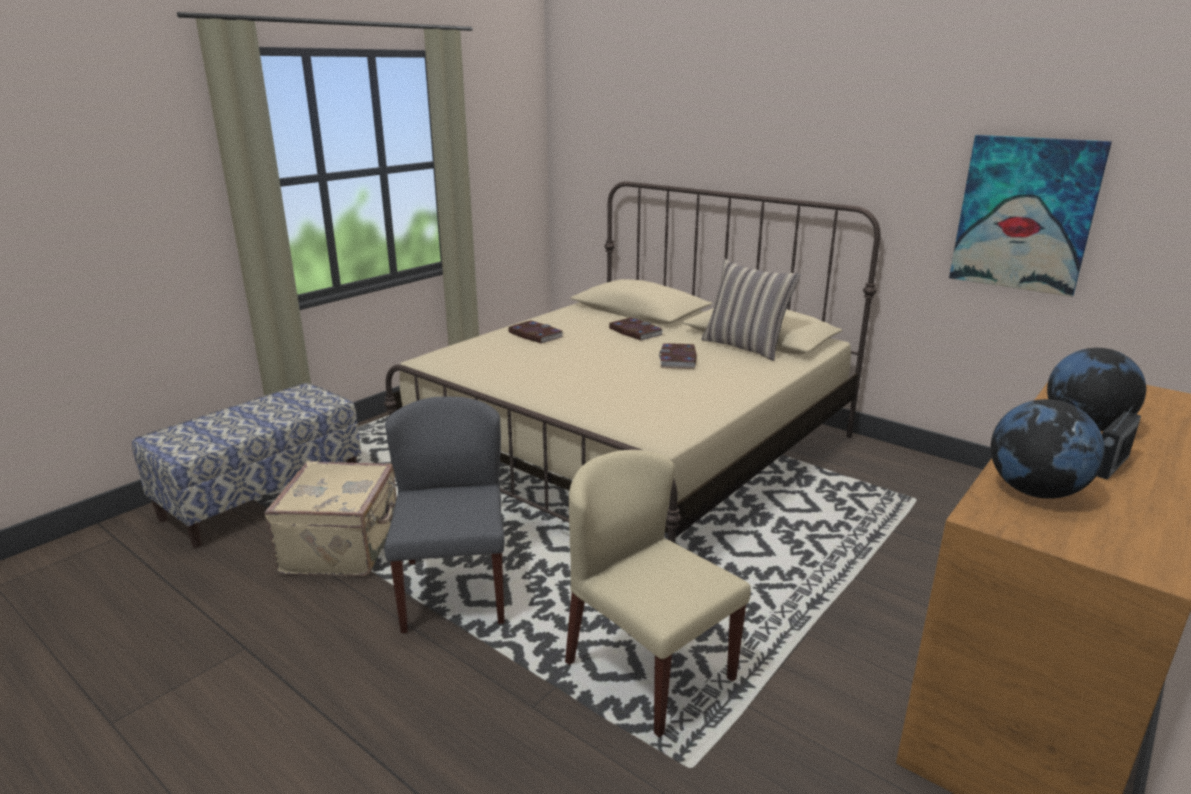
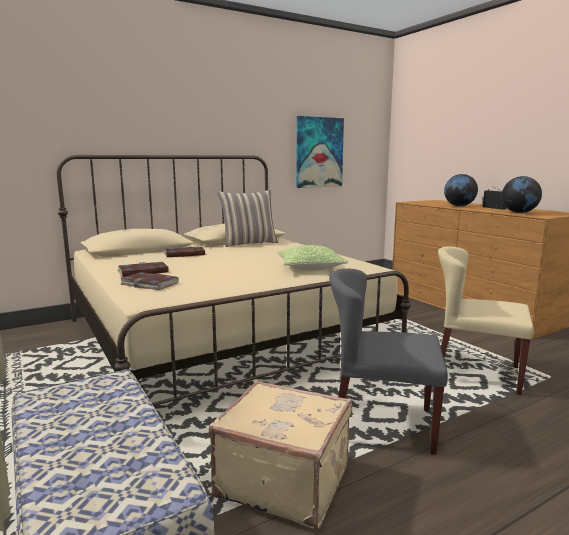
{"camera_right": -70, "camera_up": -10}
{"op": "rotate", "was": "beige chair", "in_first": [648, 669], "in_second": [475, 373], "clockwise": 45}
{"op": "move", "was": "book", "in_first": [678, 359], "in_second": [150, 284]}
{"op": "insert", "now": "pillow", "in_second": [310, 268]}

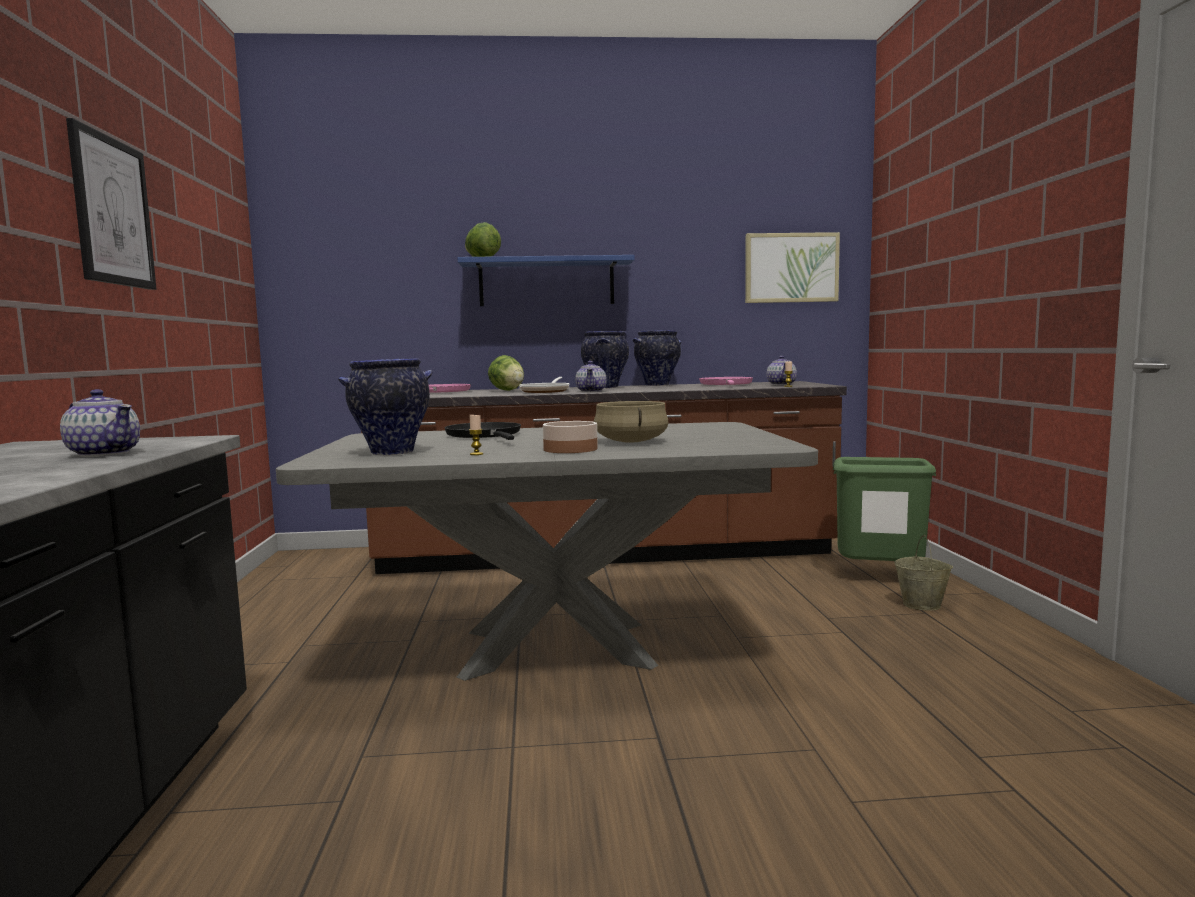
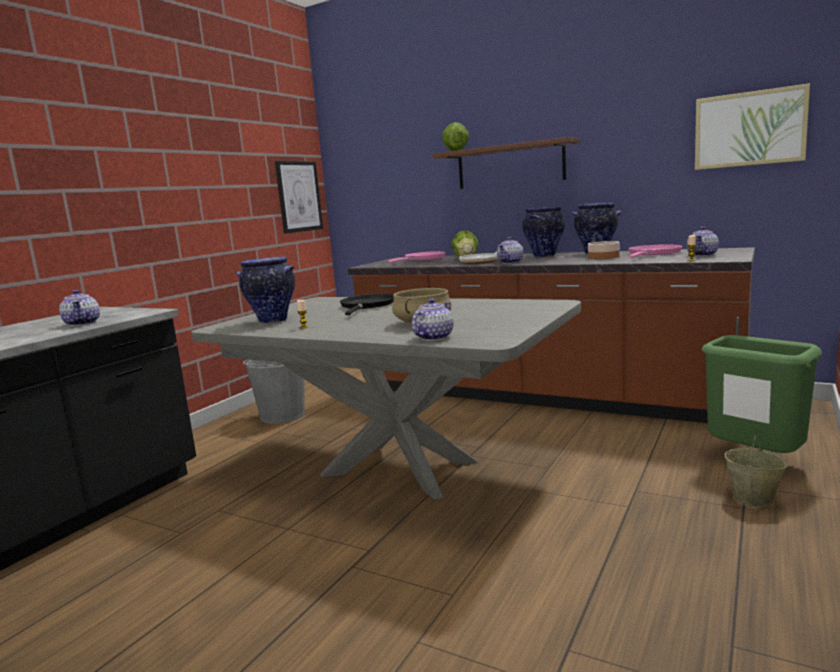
{"camera_right": 35, "camera_up": 5}
{"op": "move", "was": "picture", "in_first": [112, 211], "in_second": [299, 196]}
{"op": "recolor", "was": "blue shelf", "now": "brown shelf", "in_first": [546, 283], "in_second": [510, 165]}
{"op": "move", "was": "bowl", "in_first": [570, 449], "in_second": [603, 257]}
{"op": "insert", "now": "grey bucket", "in_second": [282, 415]}
{"op": "insert", "now": "teapot", "in_second": [433, 337]}

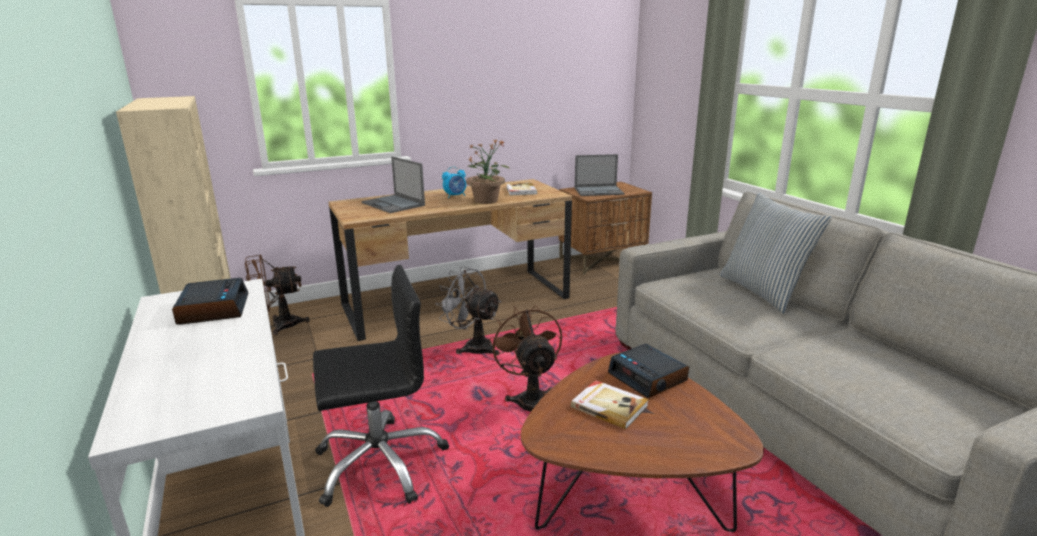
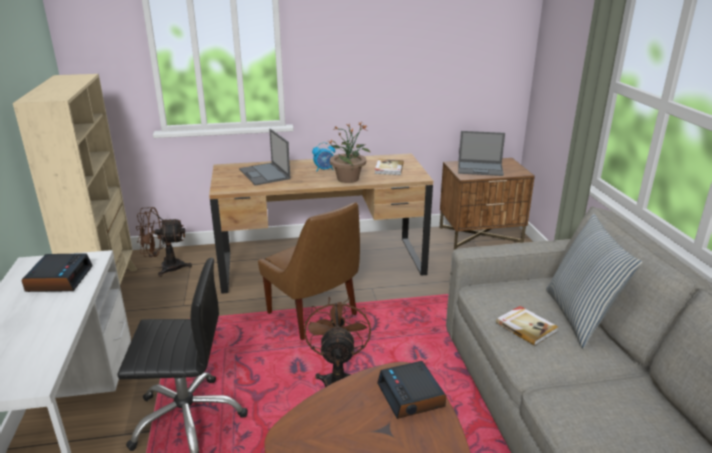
{"camera_right": 15, "camera_up": 5}
{"op": "replace", "was": "grey fan", "now": "brown chair", "in_first": [473, 347], "in_second": [314, 315]}
{"op": "move", "was": "book", "in_first": [609, 406], "in_second": [526, 327]}

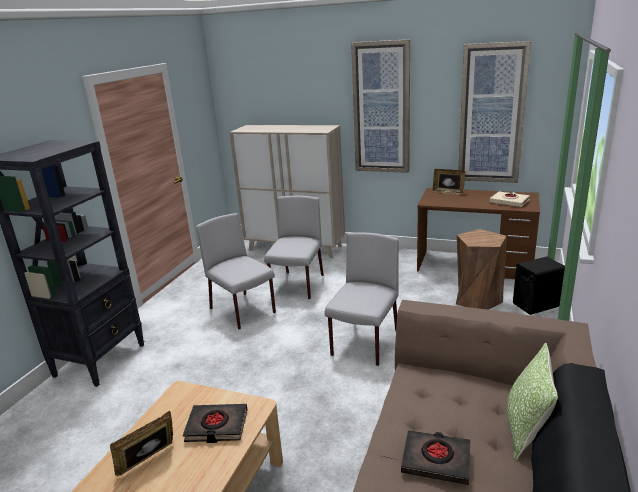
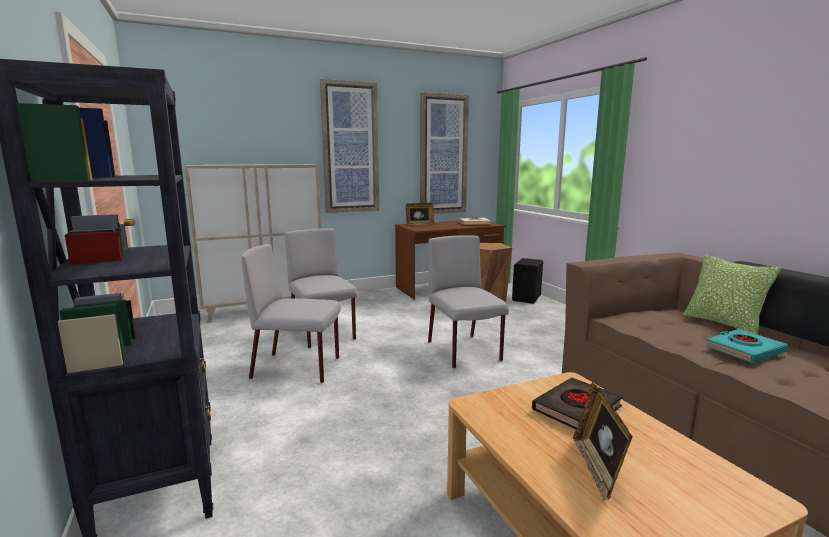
{"camera_right": -45, "camera_up": -10}
{"op": "recolor", "was": "black book", "now": "turquoise book", "in_first": [436, 460], "in_second": [744, 350]}

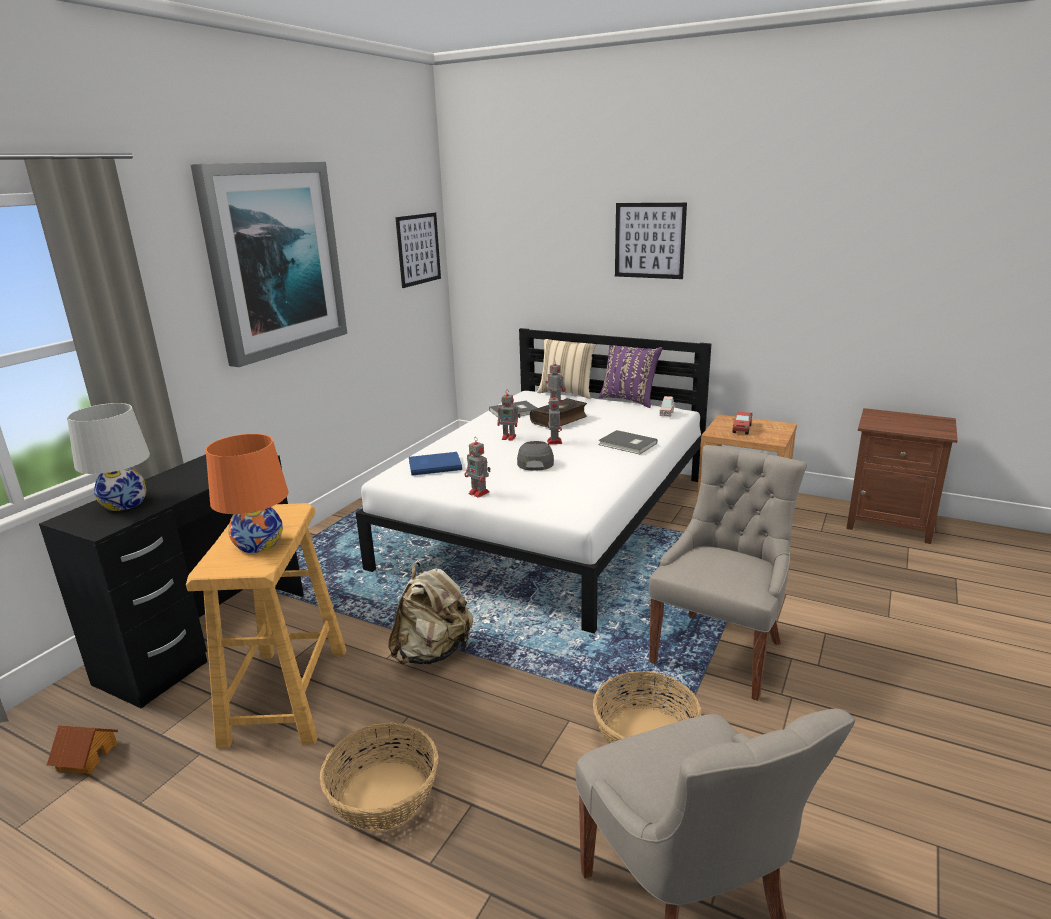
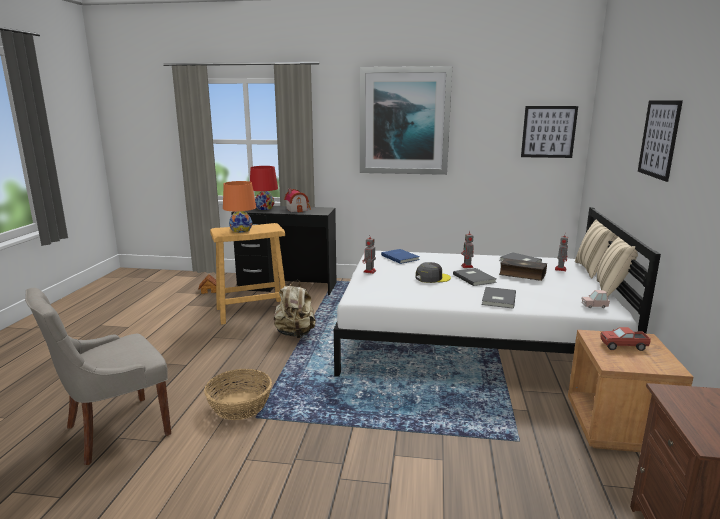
{"camera_right": 70, "camera_up": -5}
{"op": "recolor", "was": "white table lamp", "now": "red table lamp", "in_first": [125, 503], "in_second": [265, 208]}
{"op": "delete", "was": "basket", "in_first": [383, 795]}
{"op": "replace", "was": "toy robot", "now": "grey book", "in_first": [554, 441], "in_second": [474, 278]}
{"op": "recolor", "was": "purple pillow", "now": "beige pillow", "in_first": [629, 400], "in_second": [612, 291]}
{"op": "delete", "was": "grey chair", "in_first": [719, 651]}
{"op": "insert", "now": "toy house", "in_second": [298, 209]}

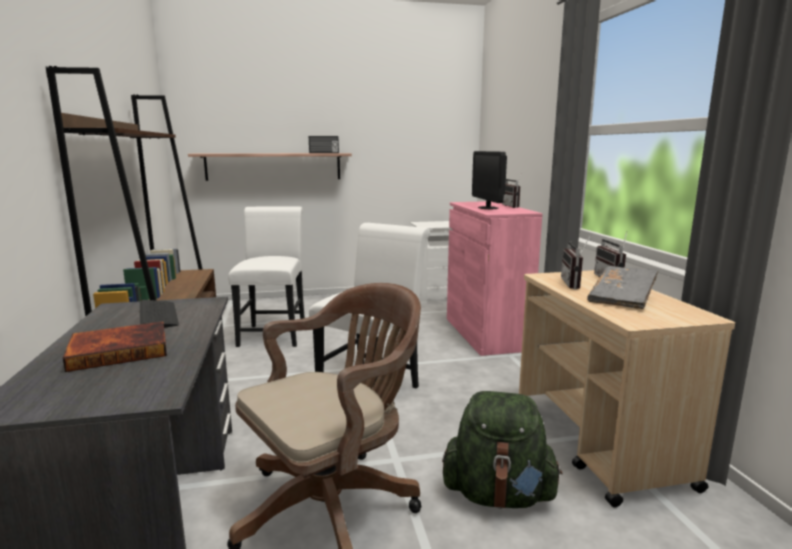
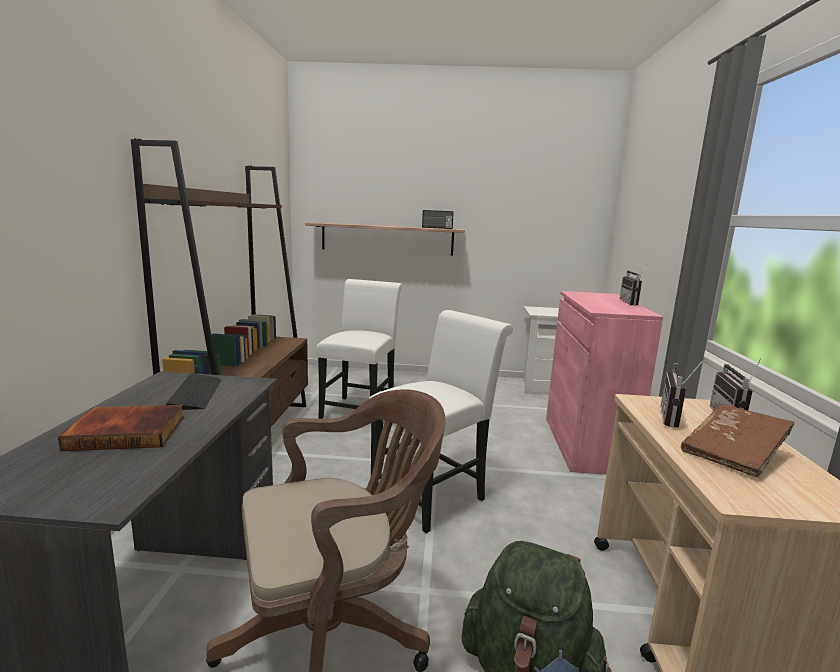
{"camera_right": 15, "camera_up": 0}
{"op": "delete", "was": "monitor", "in_first": [488, 208]}
{"op": "recolor", "was": "grey book", "now": "brown book", "in_first": [622, 298], "in_second": [734, 453]}

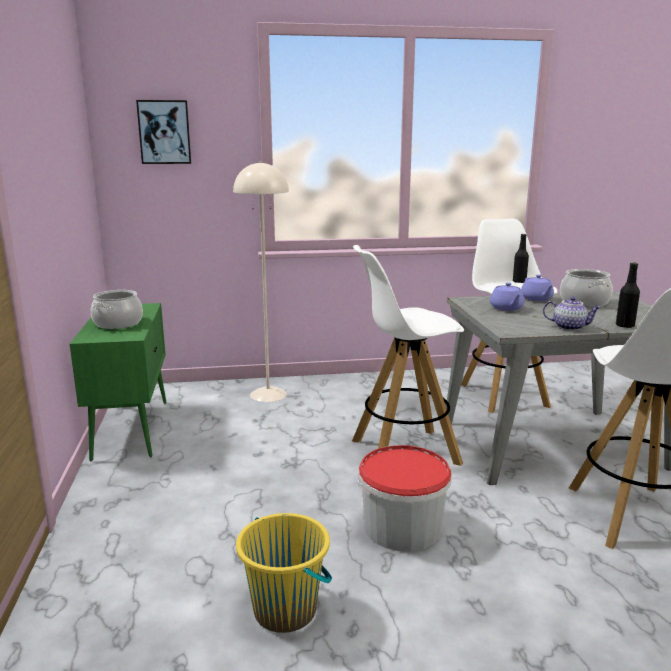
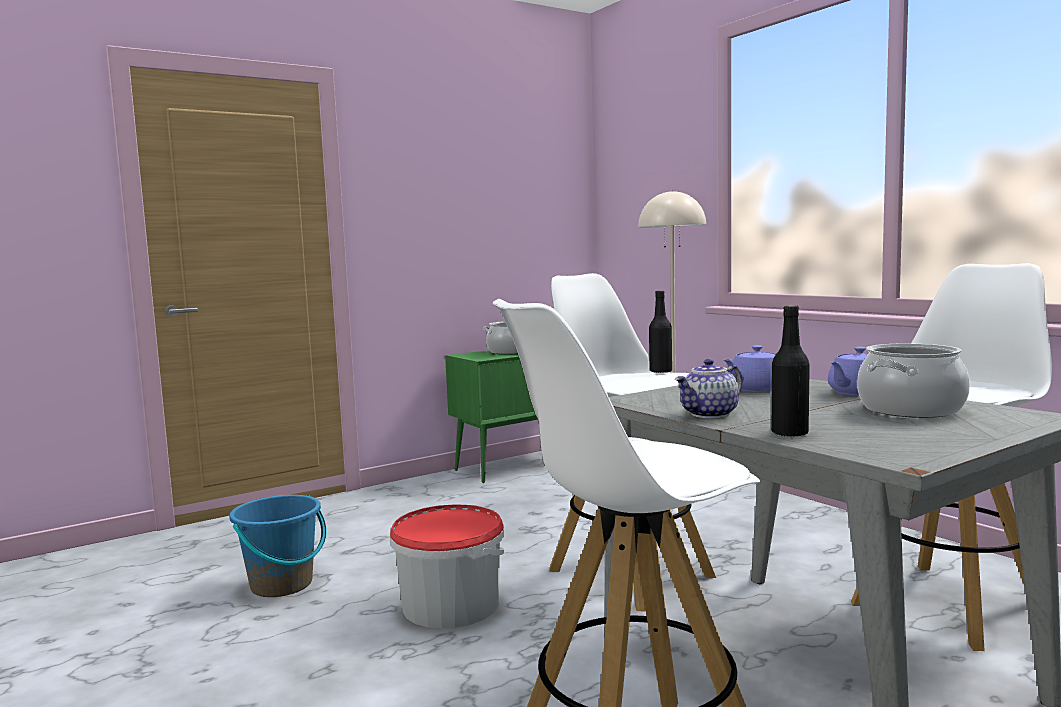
{"camera_right": 65, "camera_up": -10}
{"op": "delete", "was": "picture", "in_first": [164, 132]}
{"op": "recolor", "was": "yellow bucket", "now": "blue bucket", "in_first": [285, 610], "in_second": [282, 585]}
{"op": "move", "was": "black bottle", "in_first": [519, 282], "in_second": [660, 371]}
{"op": "rotate", "was": "teapot", "in_first": [569, 327], "in_second": [710, 414], "clockwise": 60}

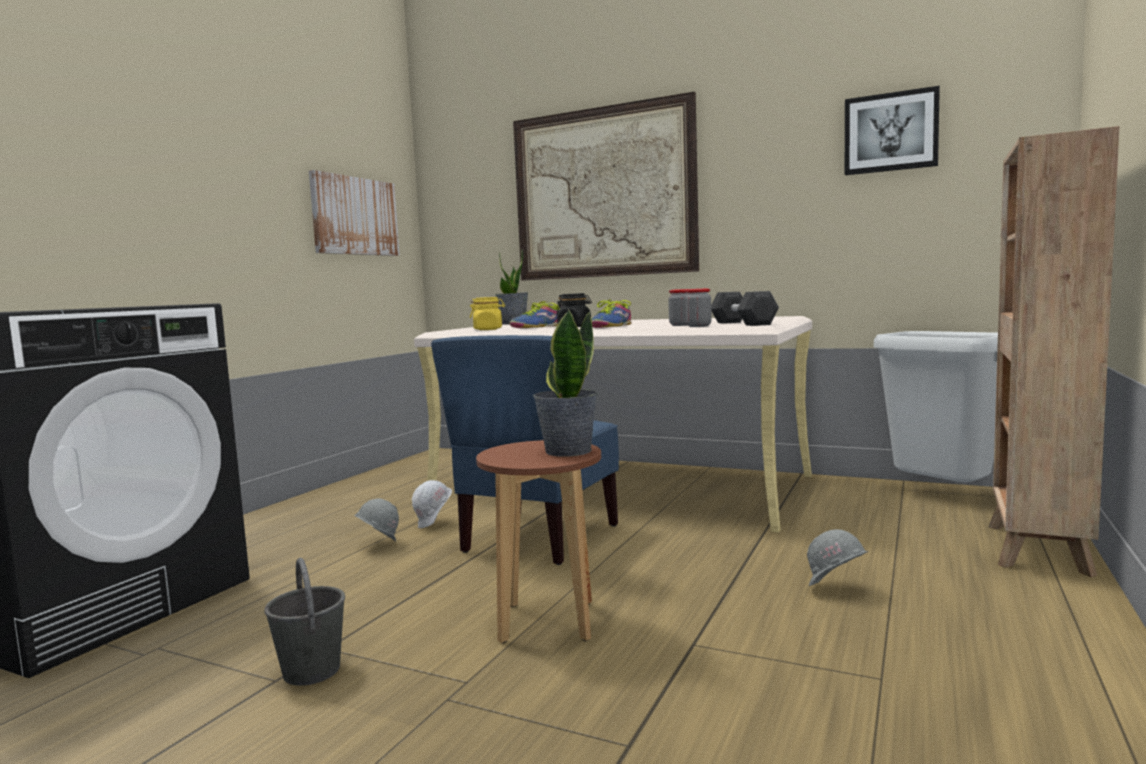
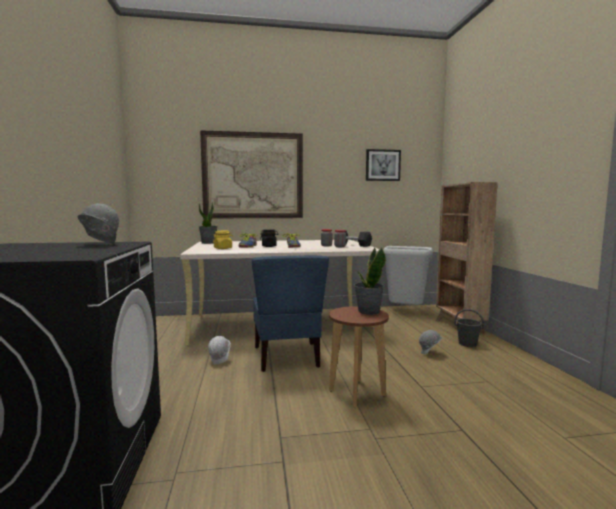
{"camera_right": -35, "camera_up": 0}
{"op": "move", "was": "grey bucket", "in_first": [312, 671], "in_second": [468, 344]}
{"op": "delete", "was": "picture", "in_first": [354, 216]}
{"op": "move", "was": "grey hard hat", "in_first": [378, 545], "in_second": [99, 245]}

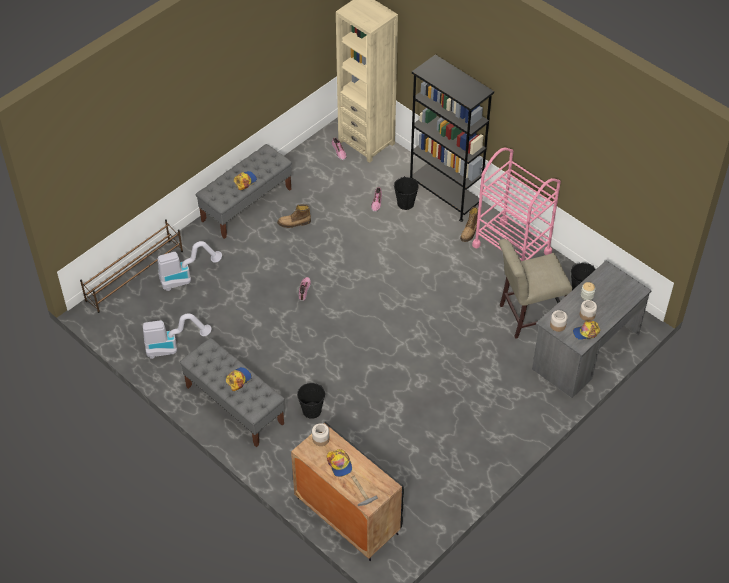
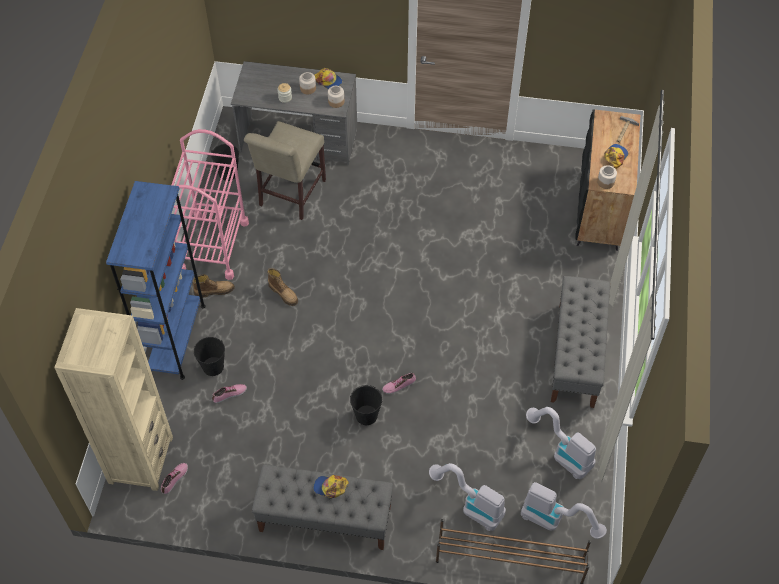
{"camera_right": -125, "camera_up": 5}
{"op": "delete", "was": "cap", "in_first": [238, 379]}
{"op": "move", "was": "boot", "in_first": [294, 223], "in_second": [284, 293]}
{"op": "move", "was": "black bucket", "in_first": [311, 410], "in_second": [366, 415]}
{"op": "recolor", "was": "black bookcase", "now": "blue bookcase", "in_first": [445, 195], "in_second": [176, 338]}
{"op": "rotate", "was": "beige chair", "in_first": [527, 316], "in_second": [290, 195], "clockwise": 75}
{"op": "insert", "now": "vacuum cleaner", "in_second": [555, 521]}

